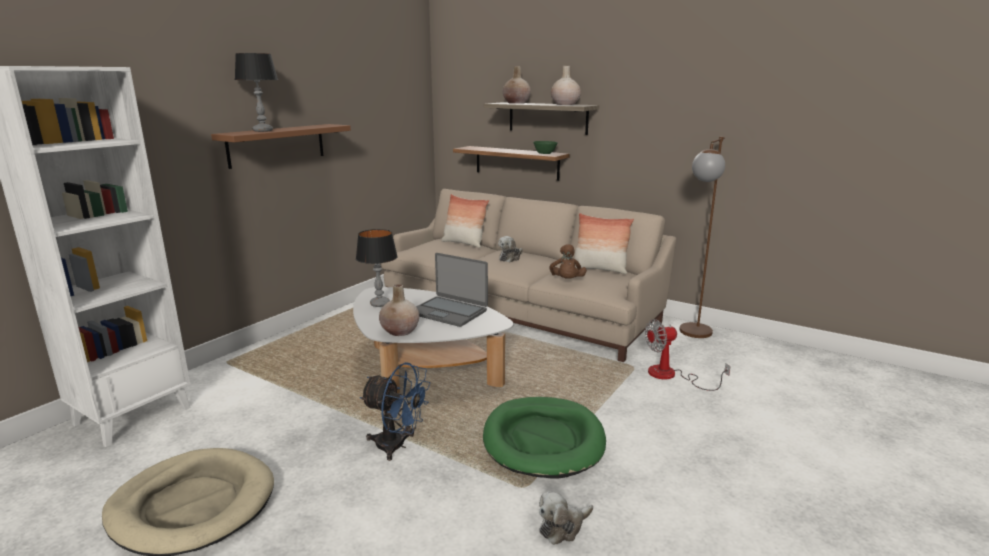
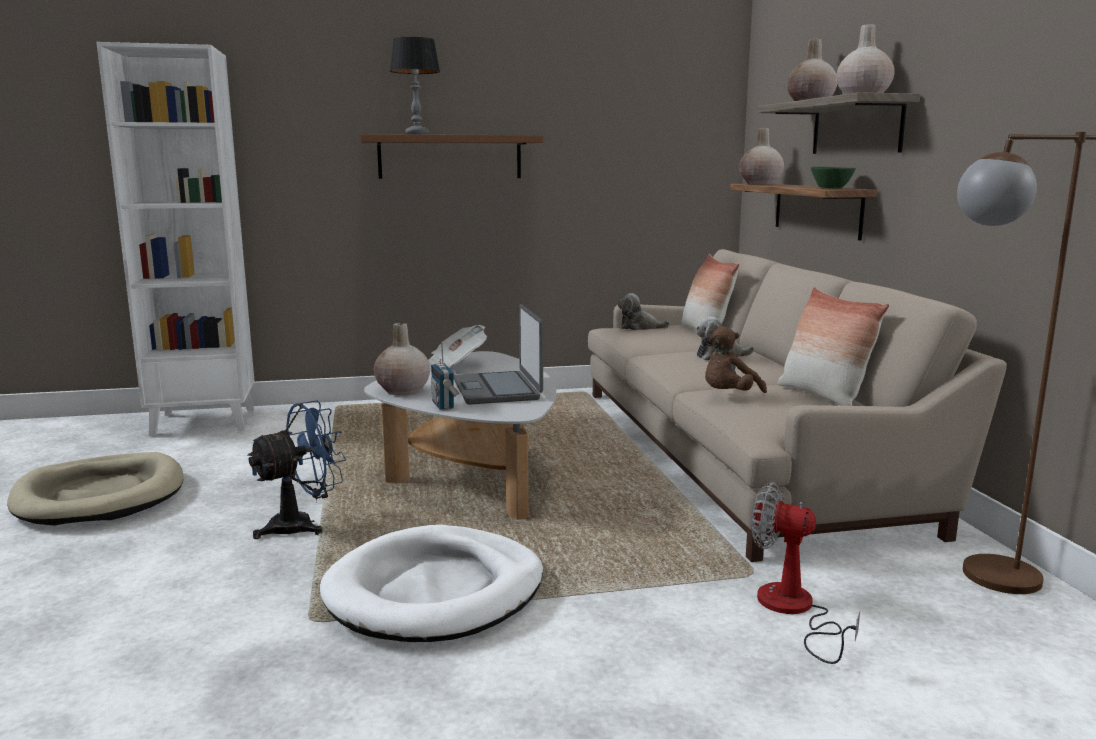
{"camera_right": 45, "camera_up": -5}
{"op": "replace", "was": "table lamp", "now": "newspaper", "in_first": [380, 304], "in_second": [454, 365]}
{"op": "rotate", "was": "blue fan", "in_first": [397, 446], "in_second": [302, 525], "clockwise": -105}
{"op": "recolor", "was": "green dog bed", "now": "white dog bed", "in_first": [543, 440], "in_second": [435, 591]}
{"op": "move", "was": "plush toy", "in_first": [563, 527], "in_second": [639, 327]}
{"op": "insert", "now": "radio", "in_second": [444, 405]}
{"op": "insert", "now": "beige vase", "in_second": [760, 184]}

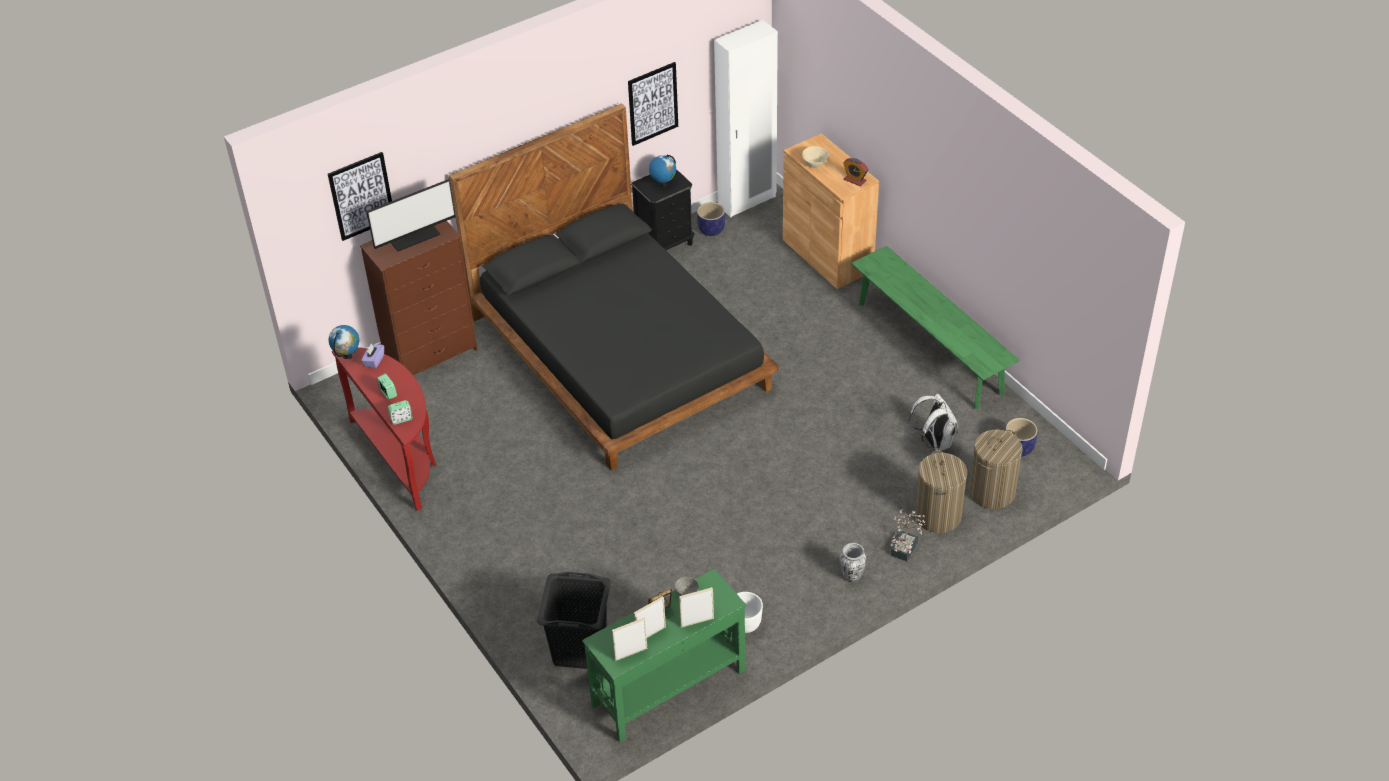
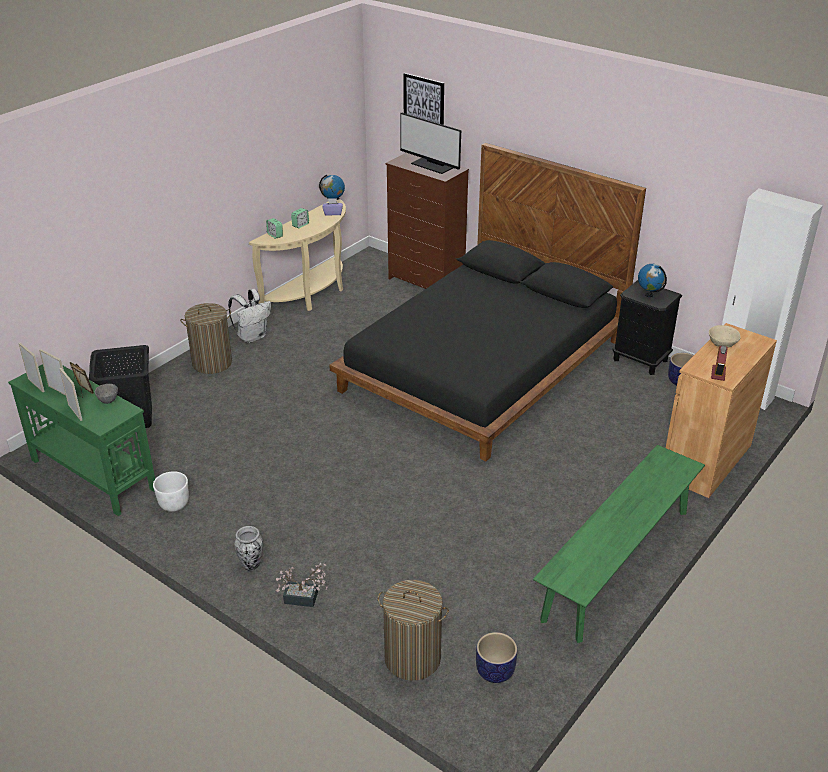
{"camera_right": 70, "camera_up": -10}
{"op": "recolor", "was": "red console table", "now": "beige console table", "in_first": [401, 457], "in_second": [312, 295]}
{"op": "delete", "was": "picture", "in_first": [653, 103]}
{"op": "move", "was": "white backpack", "in_first": [934, 442], "in_second": [252, 337]}
{"op": "move", "was": "laundry basket", "in_first": [938, 515], "in_second": [212, 363]}

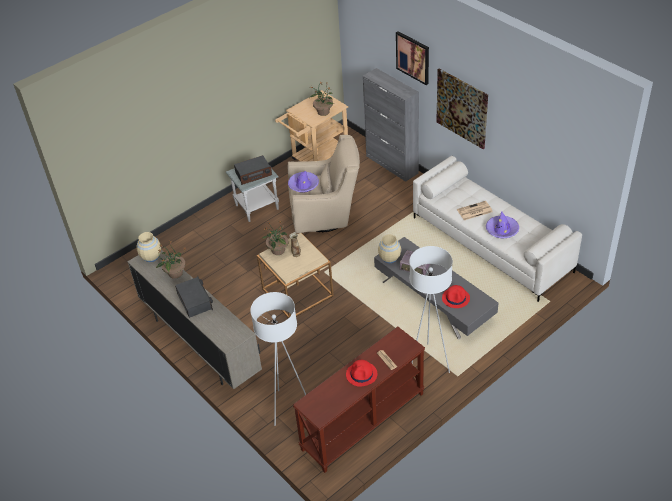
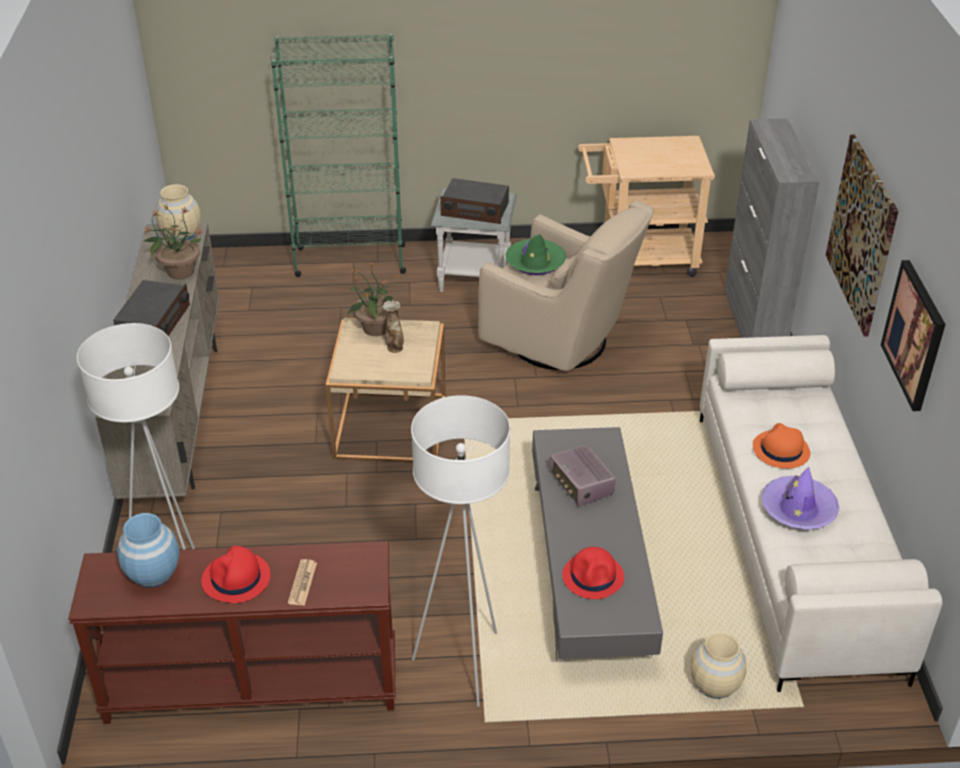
{"camera_right": 35, "camera_up": -5}
{"op": "recolor", "was": "purple hat", "now": "green hat", "in_first": [303, 185], "in_second": [535, 262]}
{"op": "delete", "was": "potted plant", "in_first": [323, 112]}
{"op": "move", "was": "beige vase", "in_first": [389, 258], "in_second": [715, 684]}
{"op": "move", "was": "picture", "in_first": [413, 57], "in_second": [915, 335]}
{"op": "replace", "was": "newspaper", "now": "orange hat", "in_first": [474, 211], "in_second": [780, 450]}
{"op": "insert", "now": "blue vase", "in_second": [153, 573]}
{"op": "insert", "now": "green bookcase", "in_second": [350, 260]}

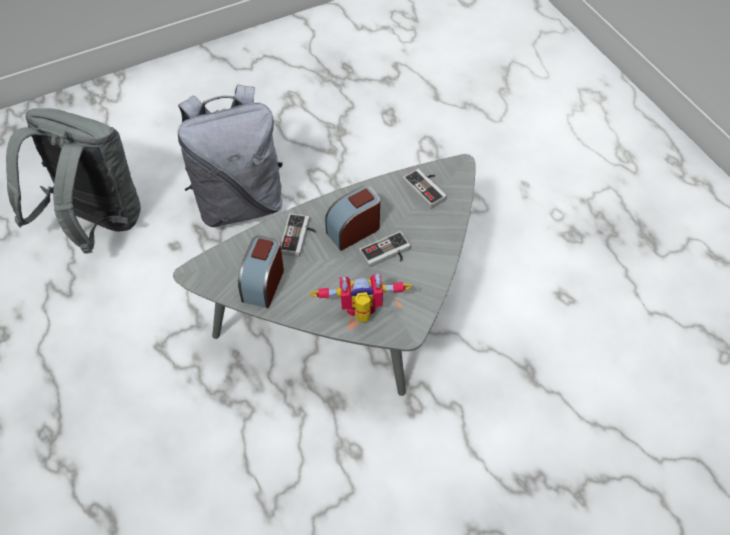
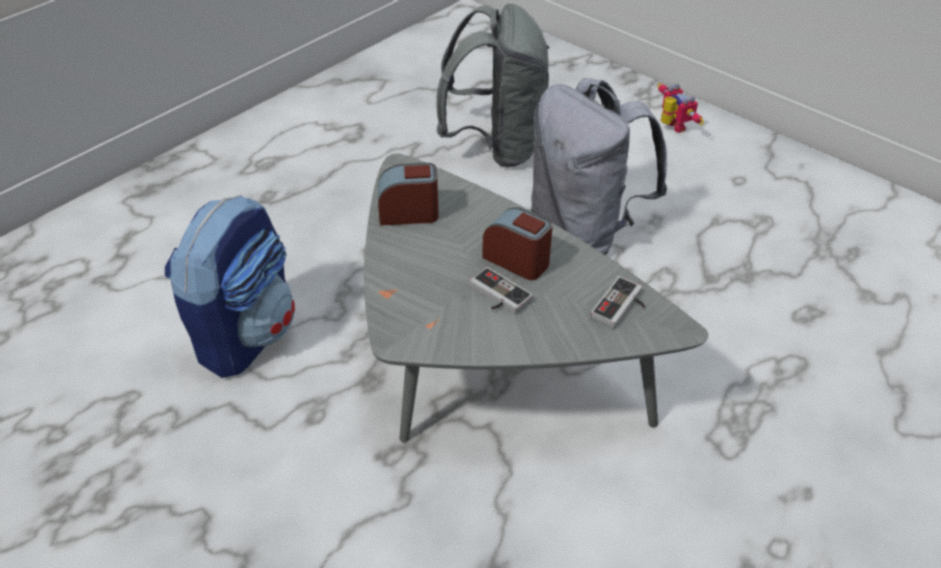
{"camera_right": 70, "camera_up": -10}
{"op": "delete", "was": "game controller", "in_first": [299, 237]}
{"op": "move", "was": "toy robot", "in_first": [361, 314], "in_second": [671, 127]}
{"op": "insert", "now": "backpack", "in_second": [246, 334]}

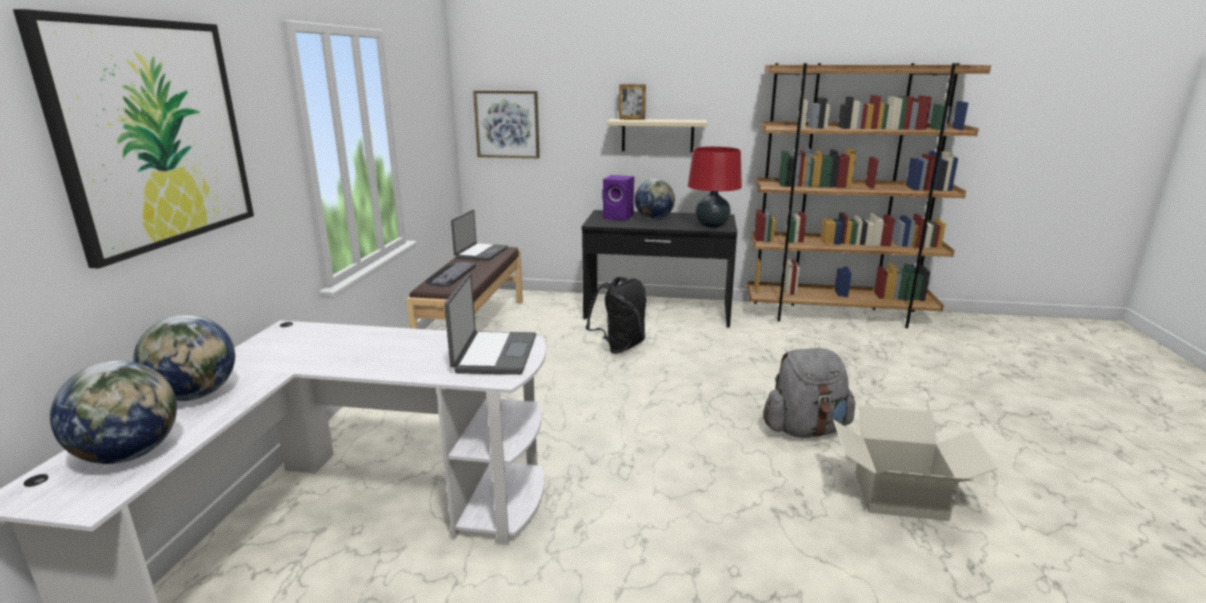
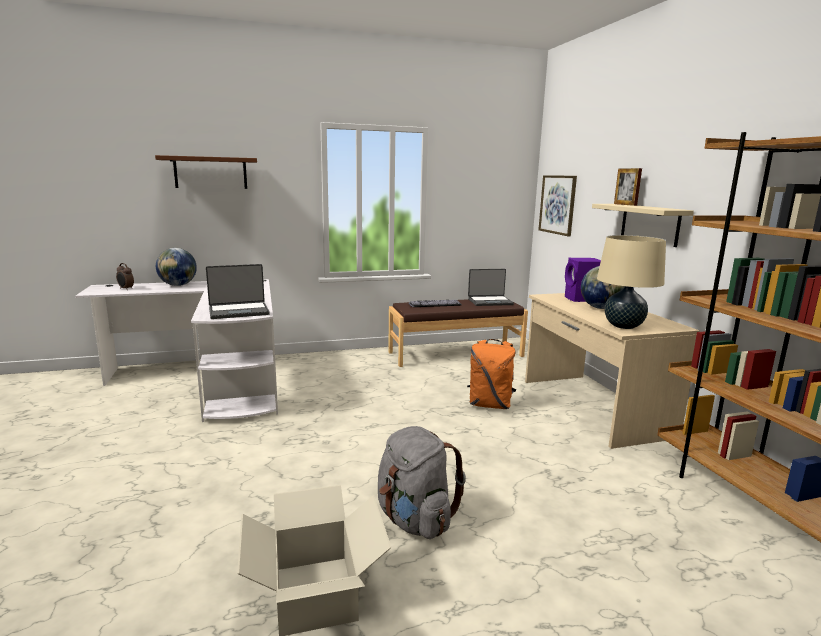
{"camera_right": 65, "camera_up": -5}
{"op": "replace", "was": "picture", "now": "brown shelf", "in_first": [154, 134], "in_second": [210, 173]}
{"op": "replace", "was": "globe", "now": "alarm clock", "in_first": [130, 454], "in_second": [126, 289]}
{"op": "recolor", "was": "black desk", "now": "beige desk", "in_first": [657, 311], "in_second": [592, 407]}
{"op": "recolor", "was": "black backpack", "now": "orange backpack", "in_first": [619, 346], "in_second": [490, 404]}
{"op": "recolor", "was": "red table lamp", "now": "beige table lamp", "in_first": [712, 226], "in_second": [623, 326]}

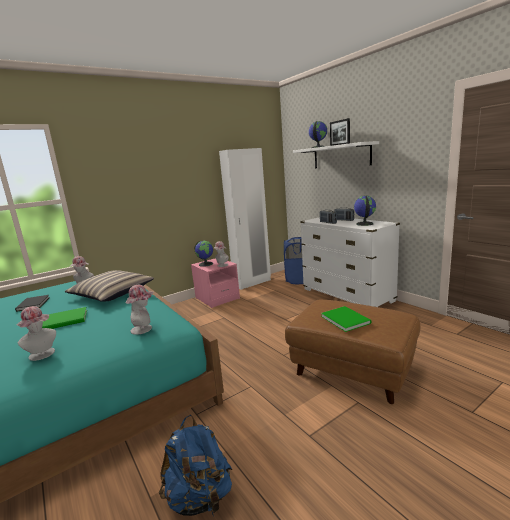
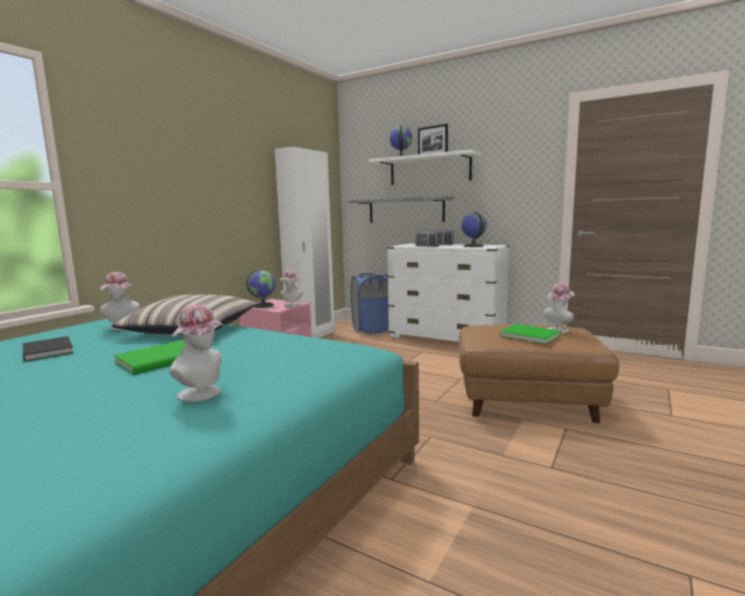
{"camera_right": -25, "camera_up": -5}
{"op": "move", "was": "hat", "in_first": [144, 328], "in_second": [559, 330]}
{"op": "delete", "was": "blue backpack", "in_first": [199, 497]}
{"op": "insert", "now": "grey shelf", "in_second": [405, 210]}

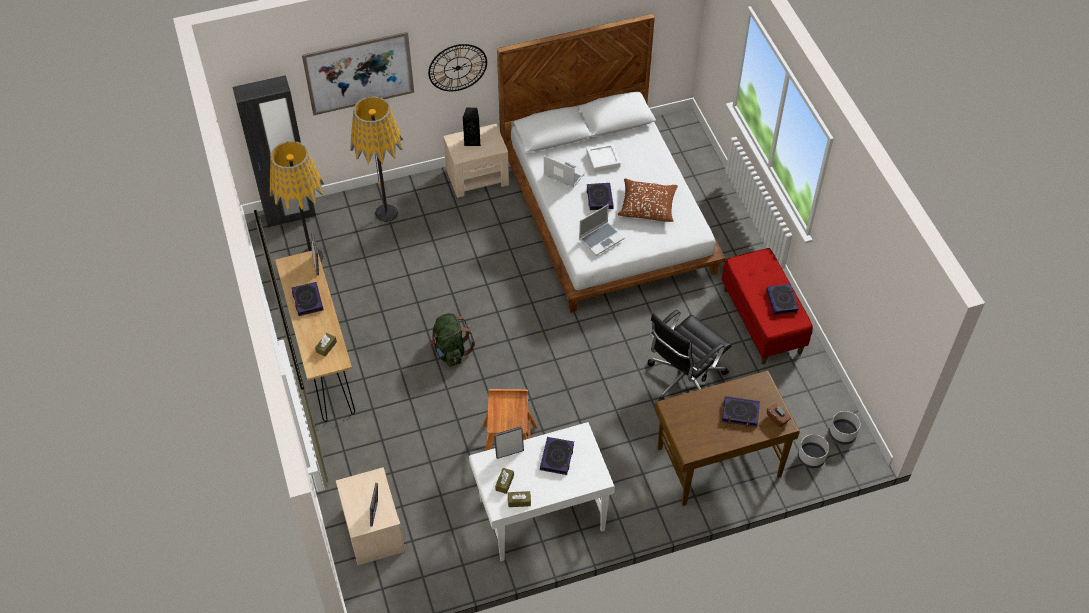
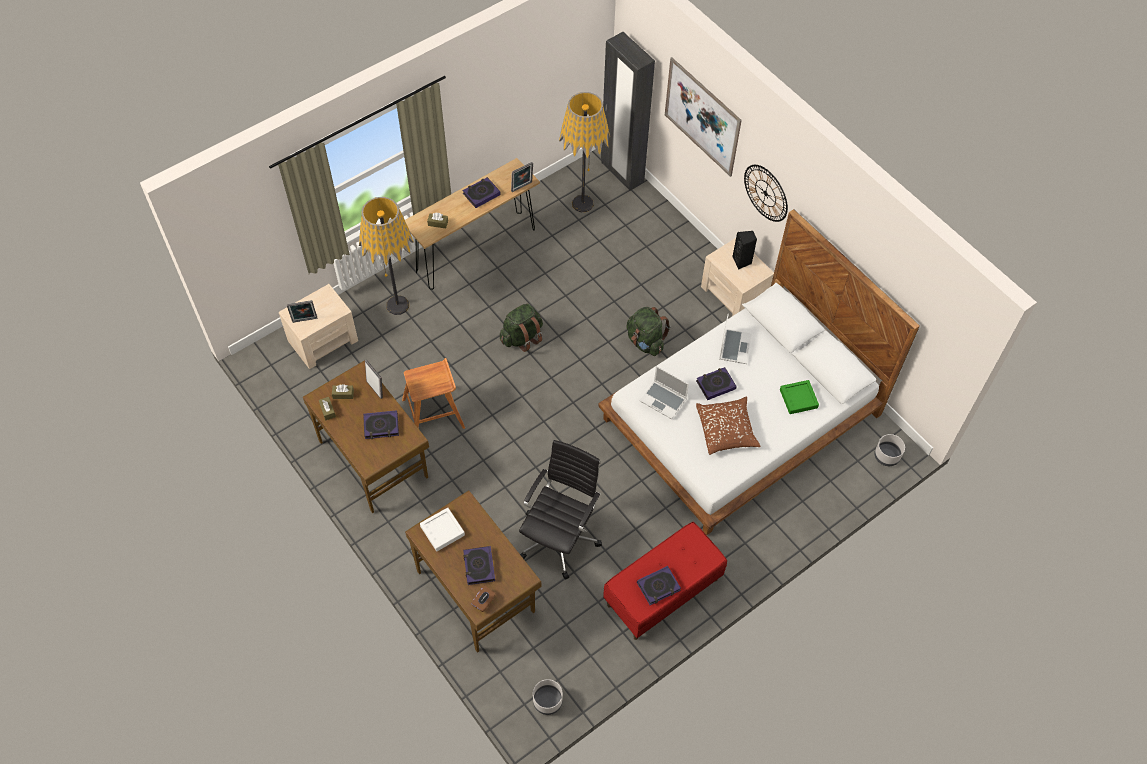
{"camera_right": 70, "camera_up": 5}
{"op": "move", "was": "floor lamp", "in_first": [386, 213], "in_second": [397, 305]}
{"op": "recolor", "was": "white desk", "now": "brown desk", "in_first": [540, 514], "in_second": [373, 458]}
{"op": "move", "was": "white tray", "in_first": [603, 160], "in_second": [442, 531]}
{"op": "rotate", "was": "black office chair", "in_first": [683, 380], "in_second": [560, 537], "clockwise": 90}
{"op": "move", "was": "grey planter", "in_first": [811, 458], "in_second": [886, 456]}
{"op": "insert", "now": "green backpack", "in_second": [645, 342]}
{"op": "insert", "now": "green tray", "in_second": [798, 399]}

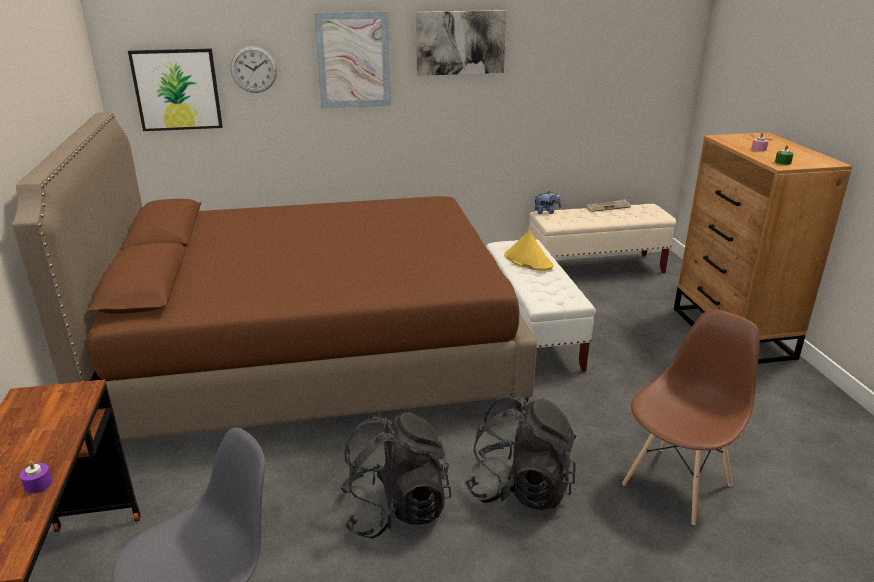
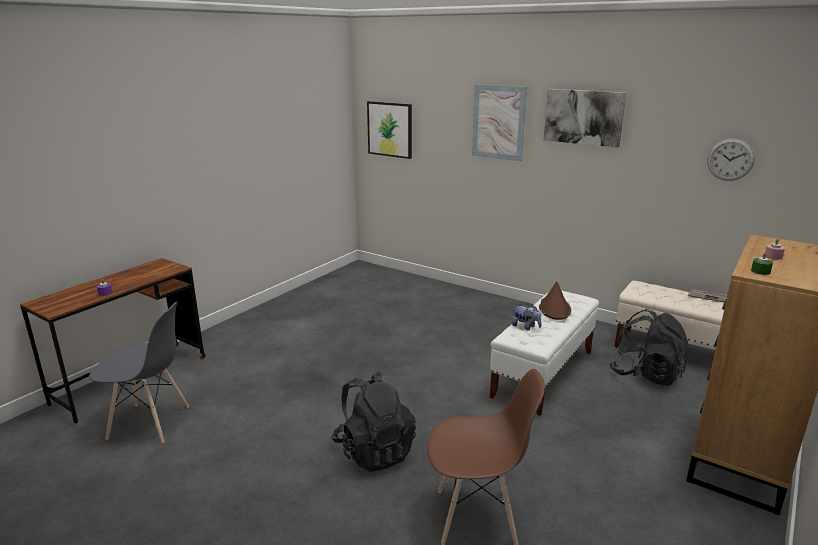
{"camera_right": 45, "camera_up": -5}
{"op": "delete", "was": "brown bed", "in_first": [313, 355]}
{"op": "move", "was": "wall clock", "in_first": [253, 69], "in_second": [730, 159]}
{"op": "move", "was": "black backpack", "in_first": [395, 509], "in_second": [645, 374]}
{"op": "recolor", "was": "yellow hat", "now": "brown hat", "in_first": [527, 261], "in_second": [554, 309]}
{"op": "move", "was": "plush toy", "in_first": [546, 212], "in_second": [525, 327]}

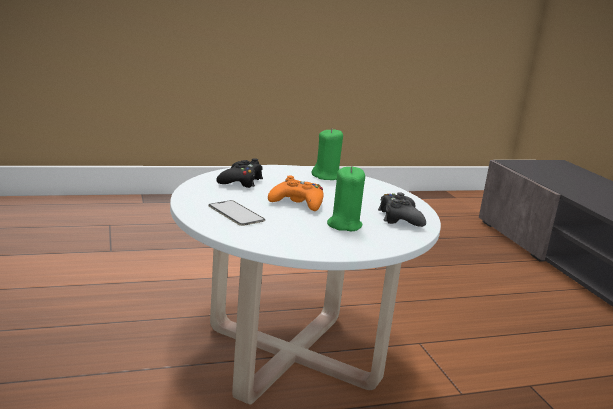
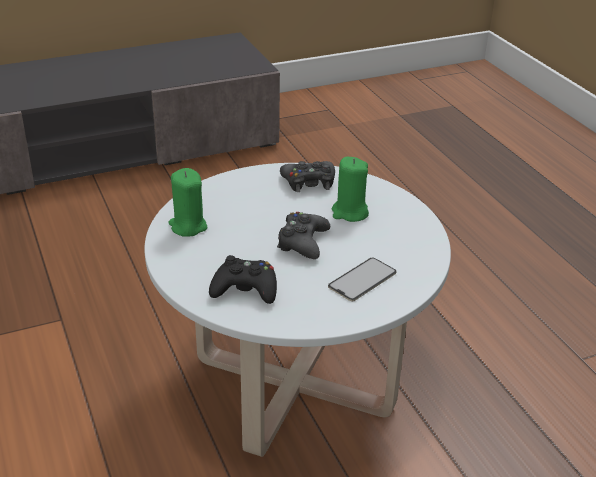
{"camera_right": -95, "camera_up": 15}
{"op": "recolor", "was": "orange game controller", "now": "black game controller", "in_first": [297, 203], "in_second": [302, 242]}

